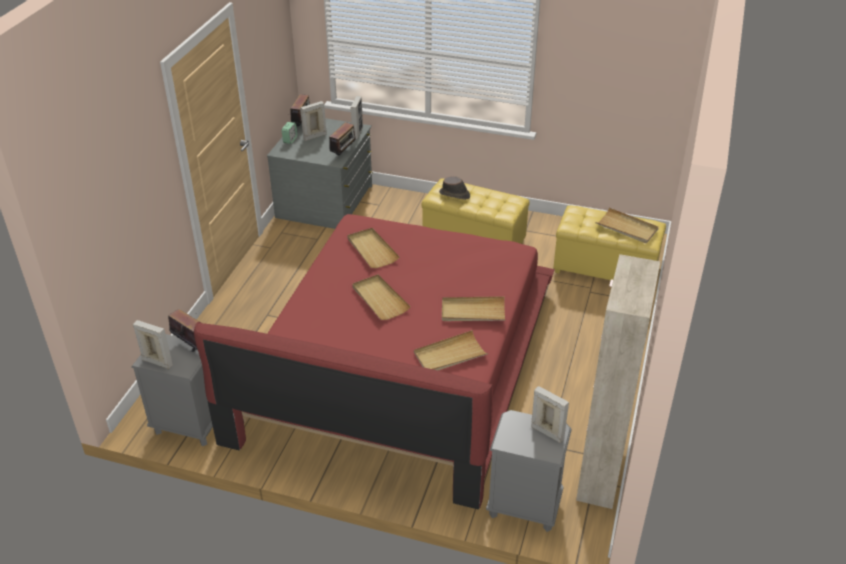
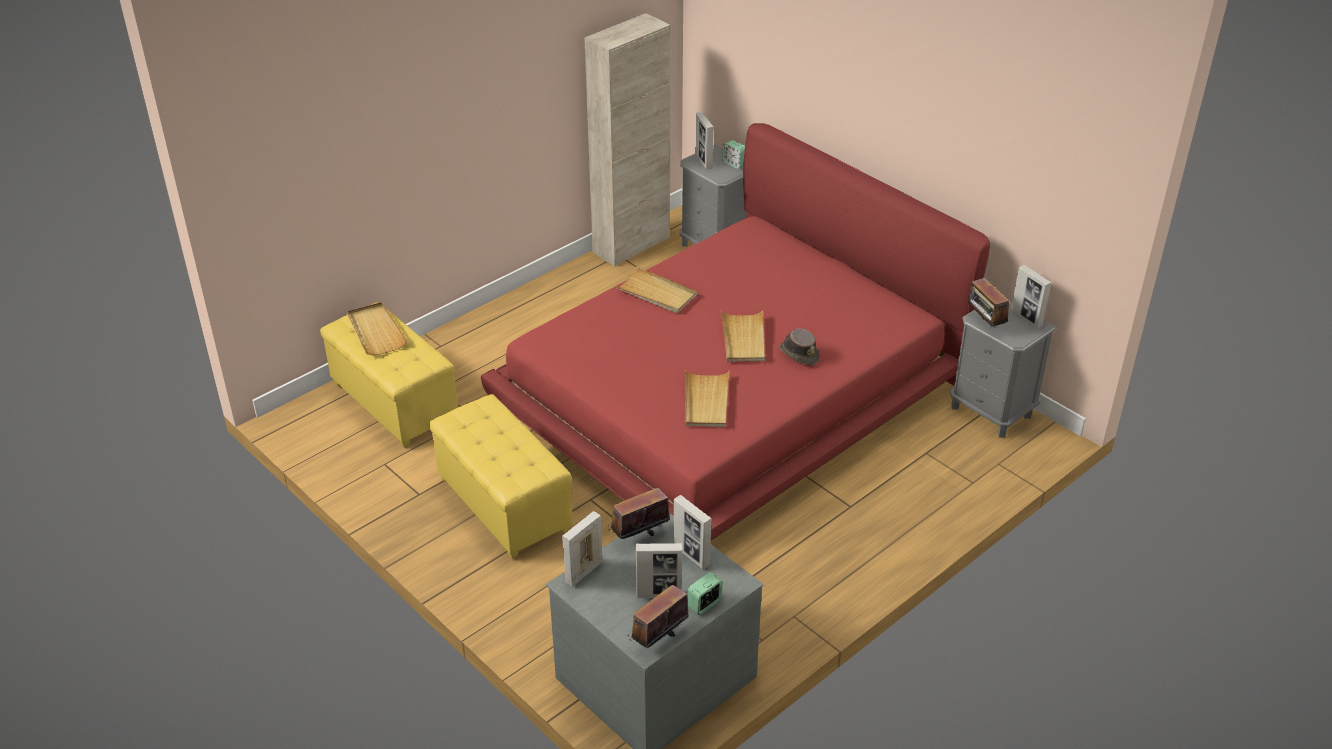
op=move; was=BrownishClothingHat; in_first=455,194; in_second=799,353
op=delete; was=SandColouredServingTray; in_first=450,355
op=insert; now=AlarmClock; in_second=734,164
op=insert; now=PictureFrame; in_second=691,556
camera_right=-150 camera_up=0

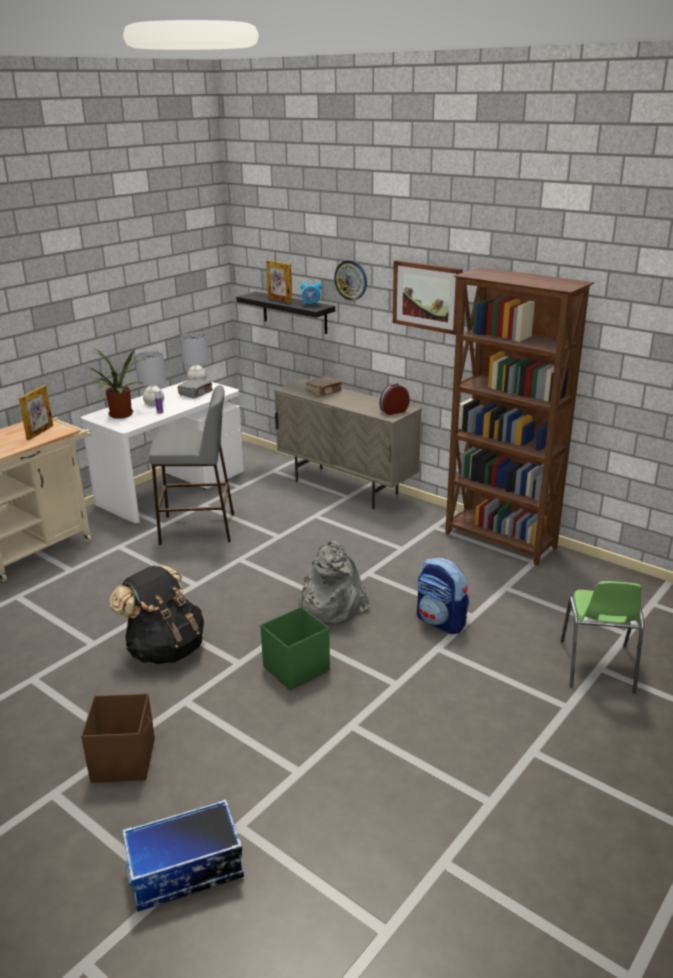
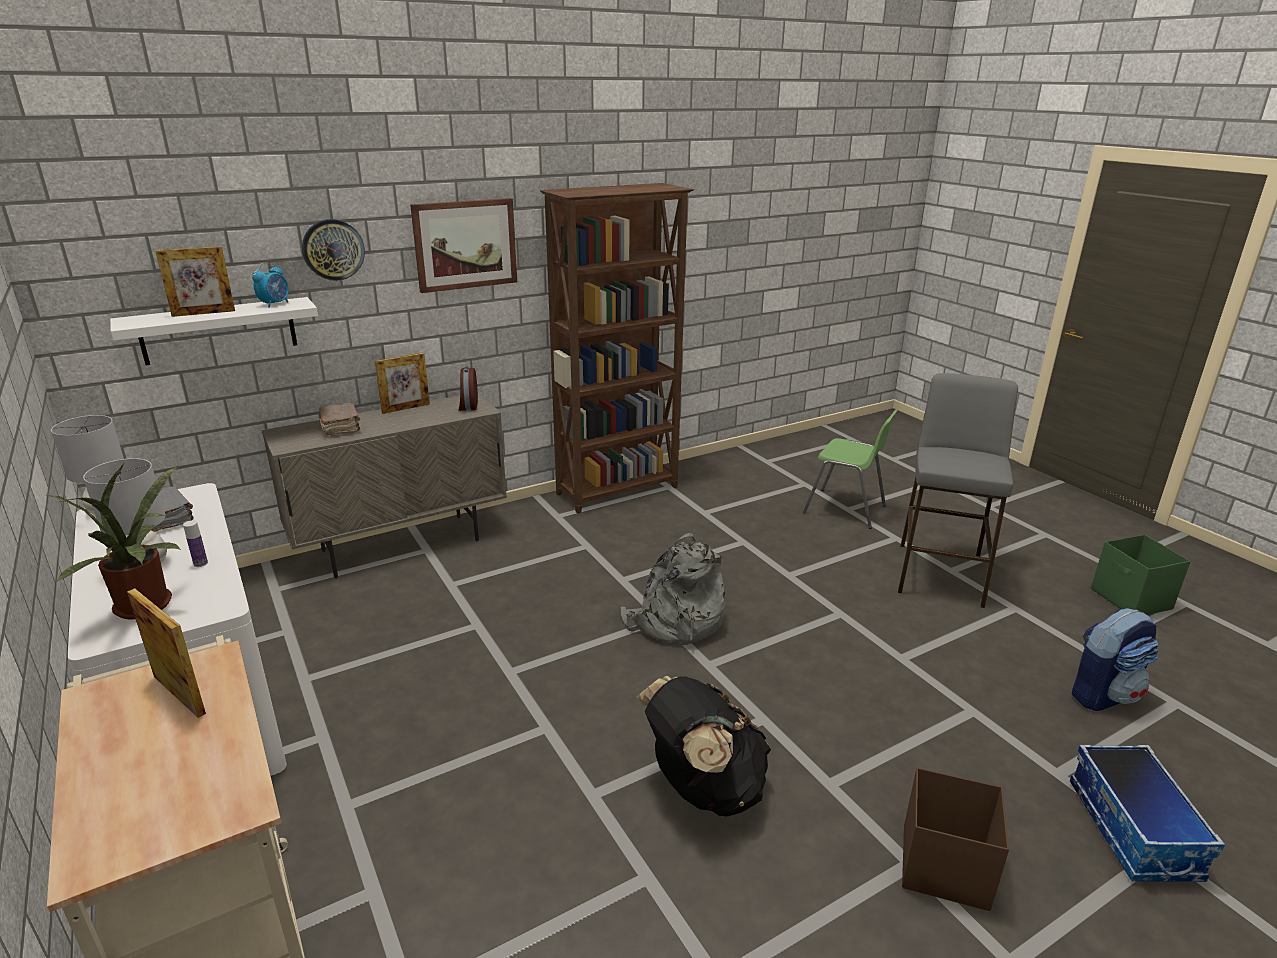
op=recolor; was=BlackishBracketShelf; now=WhiteColouredBracketShelf; in_first=294,312; in_second=219,331
op=move; was=GreyishStool; in_first=198,529; in_second=940,574
op=move; was=Rucksack; in_first=441,622; in_second=1103,694
op=move; was=GreenishStorageContainer; in_first=295,669; in_second=1131,599
op=insert; now=PictureFrame; in_second=406,408
camera_right=-70 camera_up=0

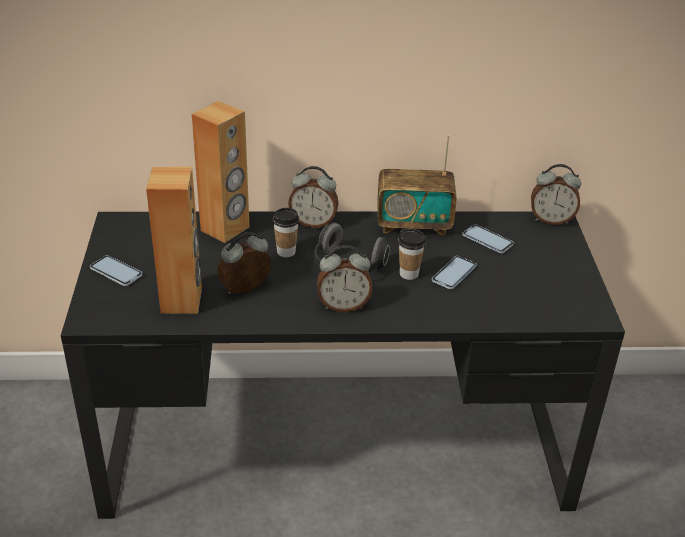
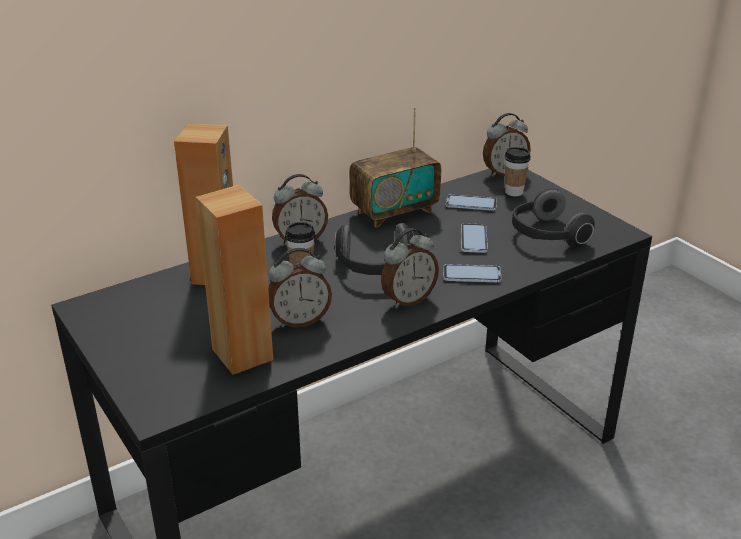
op=move; was=Cup; in_first=409,274; in_second=514,192
op=rotate; was=AlarmClock; in_first=246,290; in_second=300,320; clockwise=-135
op=move; was=Telephone; in_first=116,272; in_second=472,275
op=insert; now=Headphones; in_second=546,235
camera_right=-30 camera_up=-5

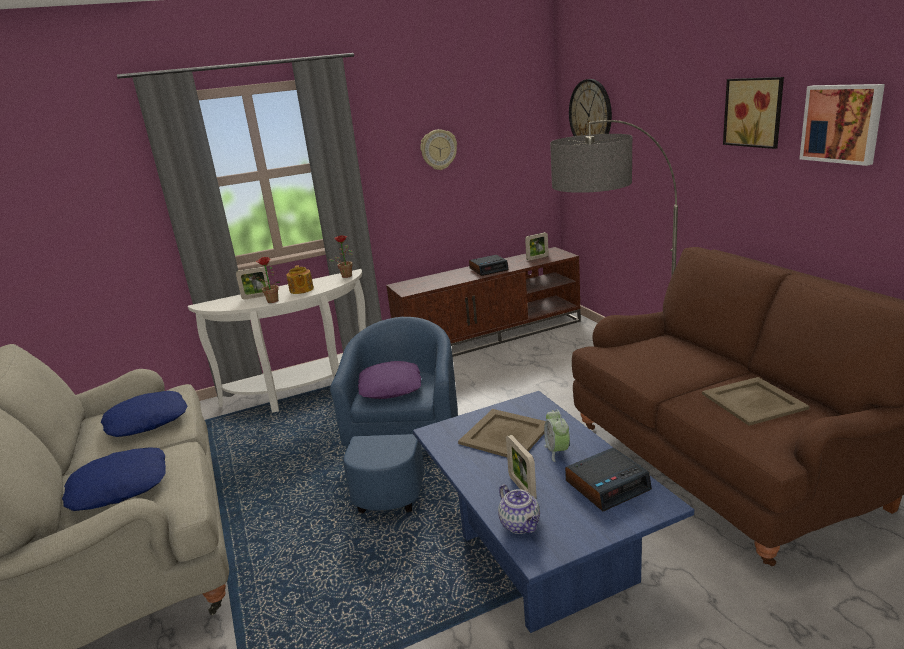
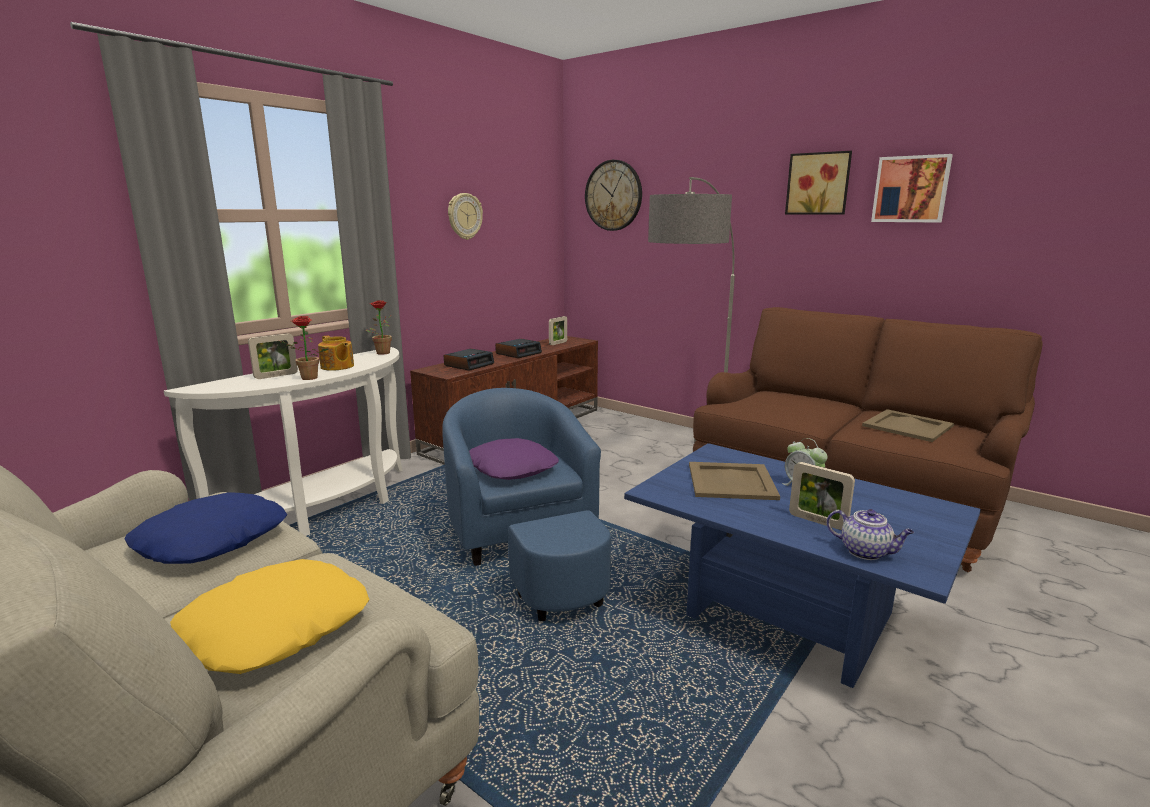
op=recolor; was=BlueColouredPillow; now=YellowColouredPillow; in_first=120,486; in_second=275,626
op=move; was=AlarmClock; in_first=607,485; in_second=469,364
camera_right=-30 camera_up=-5

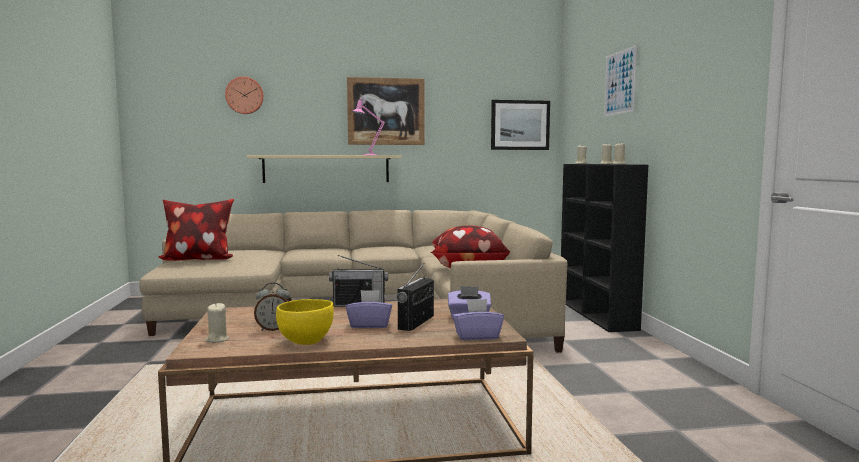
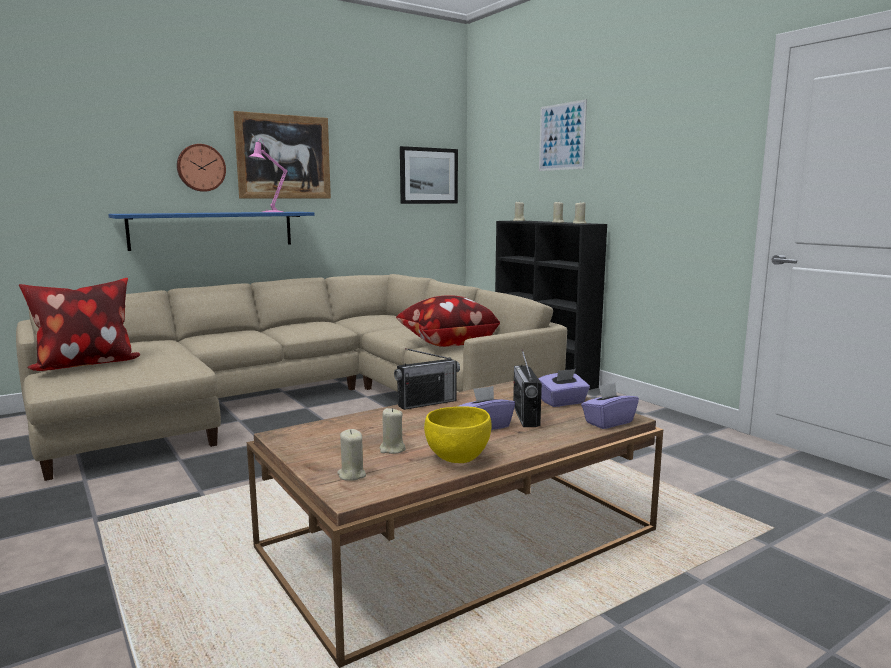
op=move; was=HangingClock; in_first=245,95; in_second=201,168
op=recolor; was=SandColouredBracketShelf; now=BlueColouredBracketShelf; in_first=326,169; in_second=213,230
op=replace; was=AlarmClock; now=SandColouredWaxCandle; in_first=274,329; in_second=392,449
camera_right=-25 camera_up=5

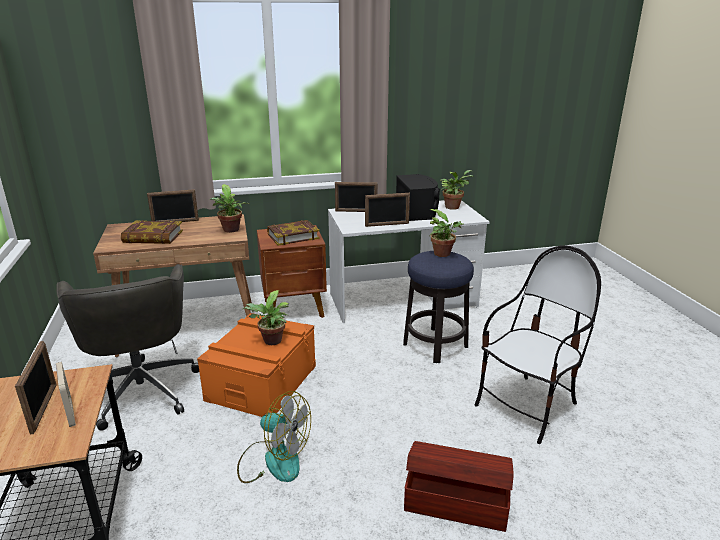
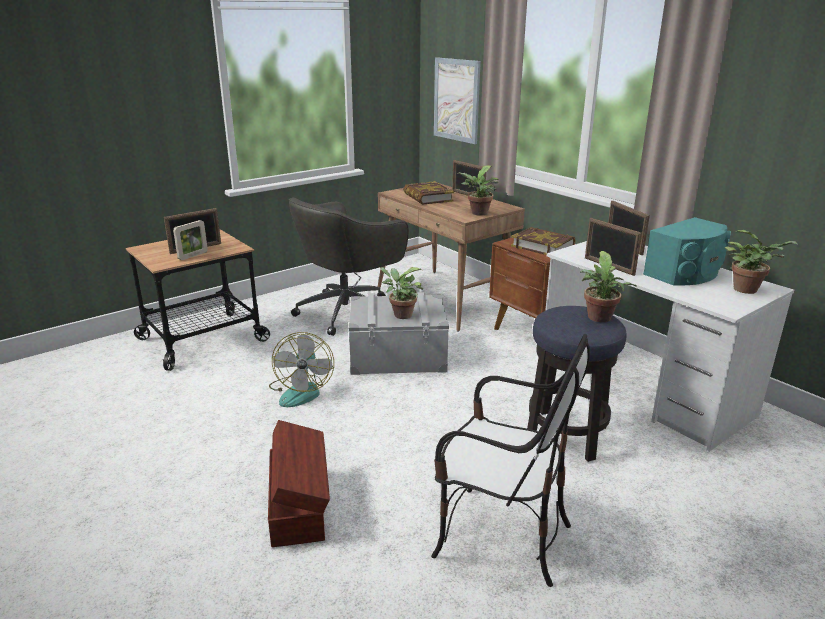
op=recolor; was=BlackishAudioSpeaker; now=TurquoiseAudioSpeaker; in_first=417,211; in_second=686,273
op=recolor; was=OrangeColouredStorageContainer; now=GreyishStorageContainer; in_first=262,382; in_second=397,354
op=insert; now=WallArt; in_second=456,100
camera_right=65 camera_up=0

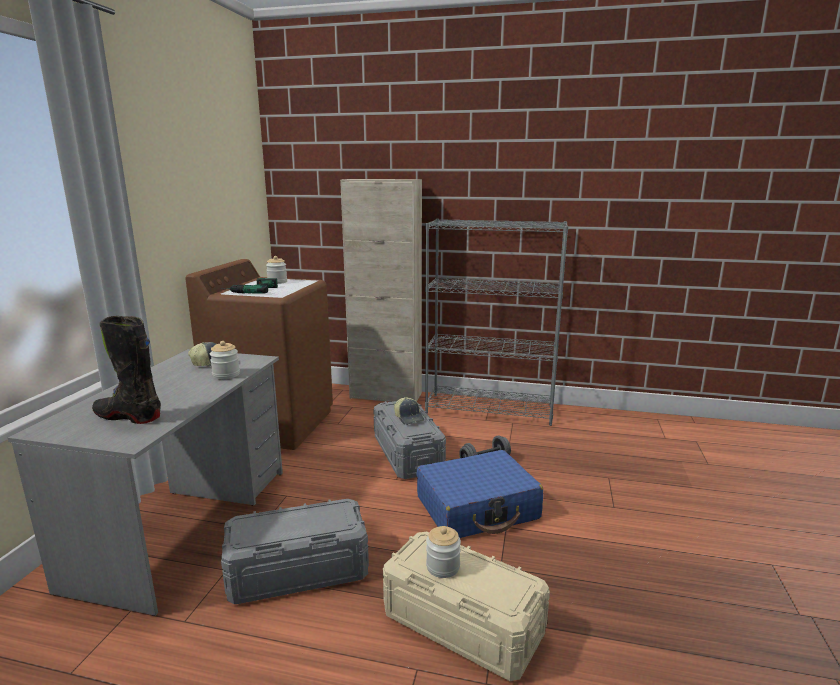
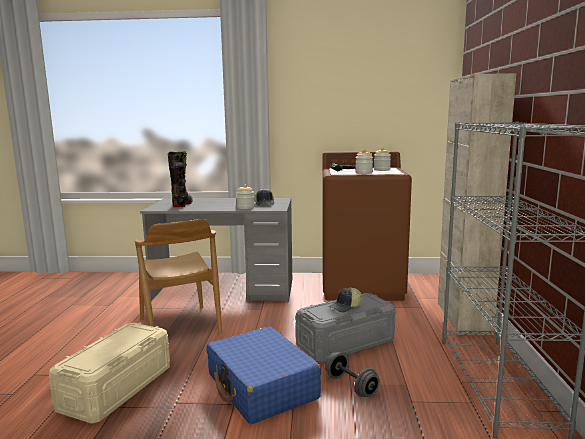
op=replace; was=GreyishStorageContainer; now=BrownishChair; in_first=298,571; in_second=179,327
op=move; was=PreserveJar; in_first=443,566; in_second=364,173
camera_right=80 camera_up=-5

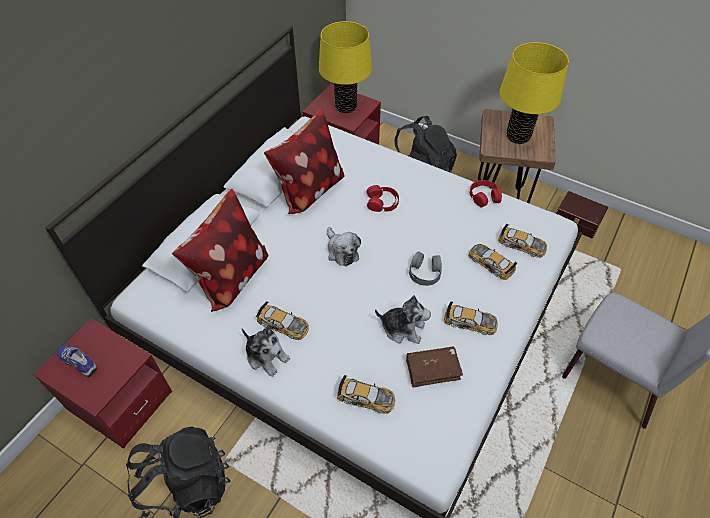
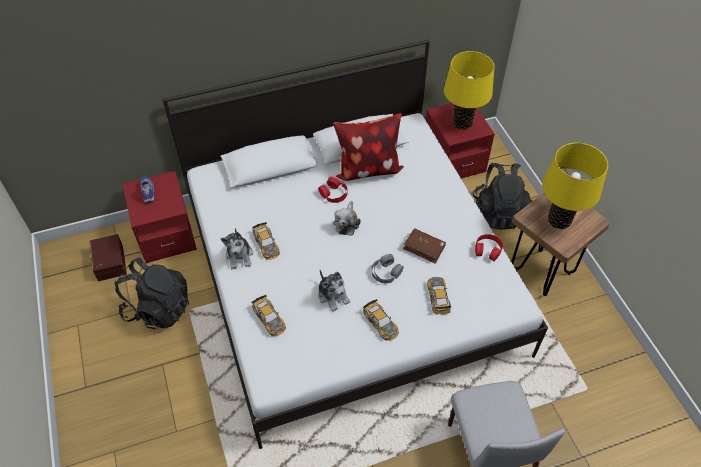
op=move; was=RedColouredHeadphones; in_first=382,202; in_second=334,193
op=delete; was=Pillow; in_first=230,277
op=move; was=BrownishStorageContainer; in_first=577,221; in_second=109,263
op=delete; was=MiniatureCar; in_first=522,244
op=move; was=BrownishBoundBook; in_first=432,369; in_second=424,248
camera_right=40 camera_up=0

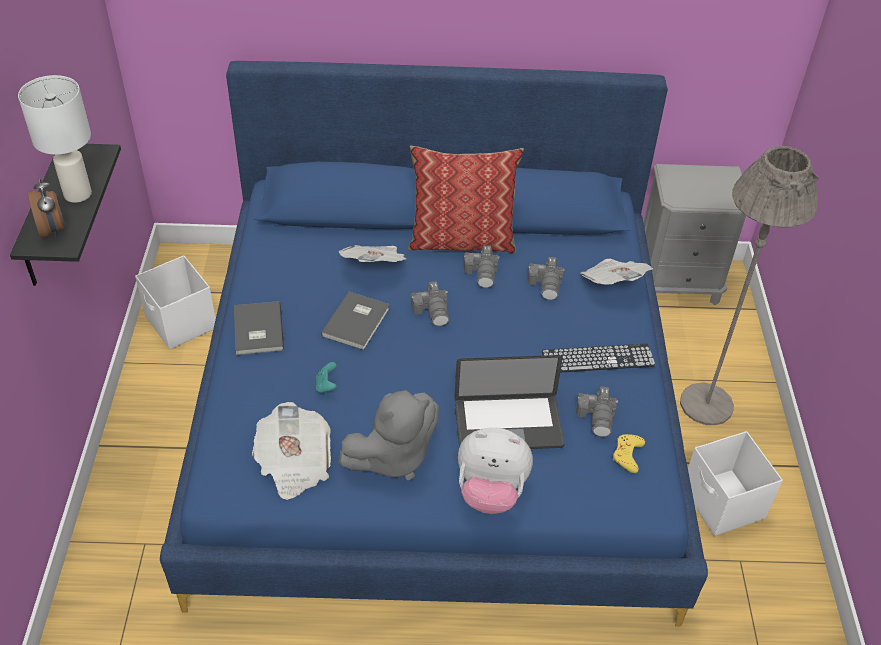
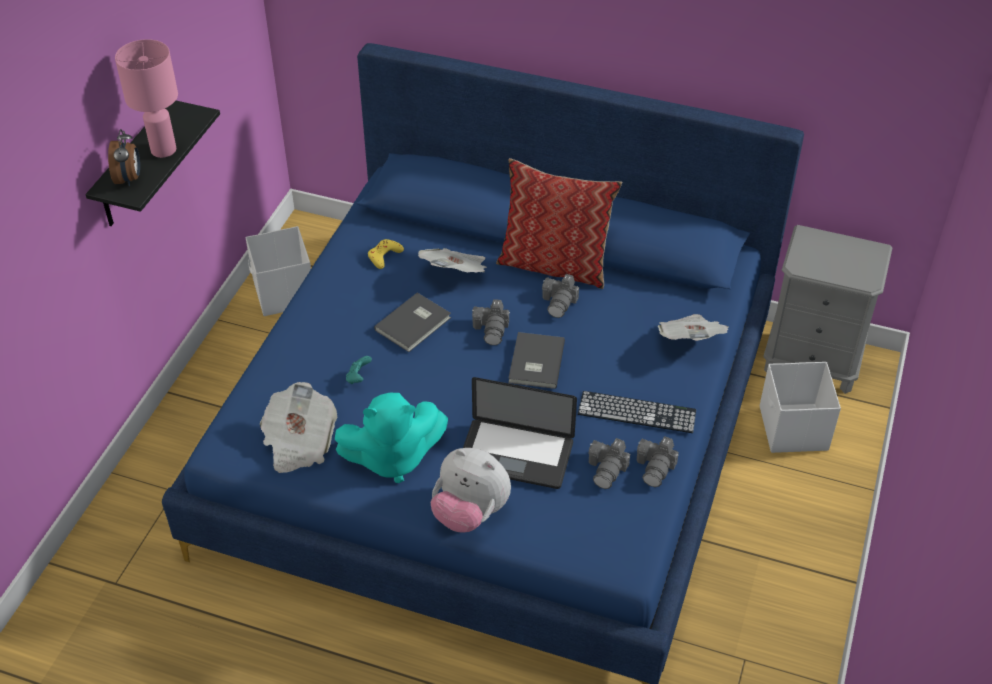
op=recolor; was=WhiteColouredLampForATable; now=PinkishLampForATable; in_first=77,194; in_second=163,150
op=delete; was=GreyishFloorLamp; in_first=706,404
op=move; was=StillCamera; in_first=546,285; in_second=656,467
op=move; was=GreyishBoundBook; in_first=256,331; in_second=534,363
op=recolor; was=GreyishSoftToy; now=TurquoiseSoftToy; in_first=392,456; in_second=392,458
op=move; was=WhiteColouredStorageContainer; in_first=722,504; in_second=793,429
op=move; was=YellowColouredGameController; in_first=627,455; in_second=384,256
camera_right=20 camera_up=0

